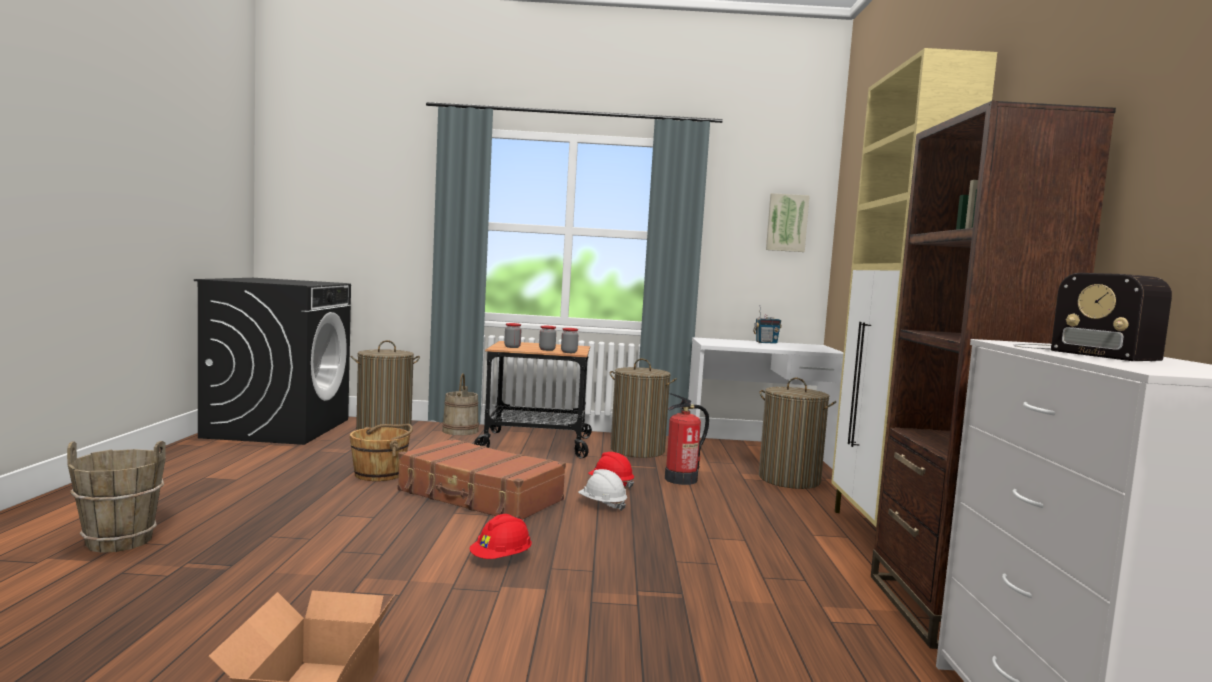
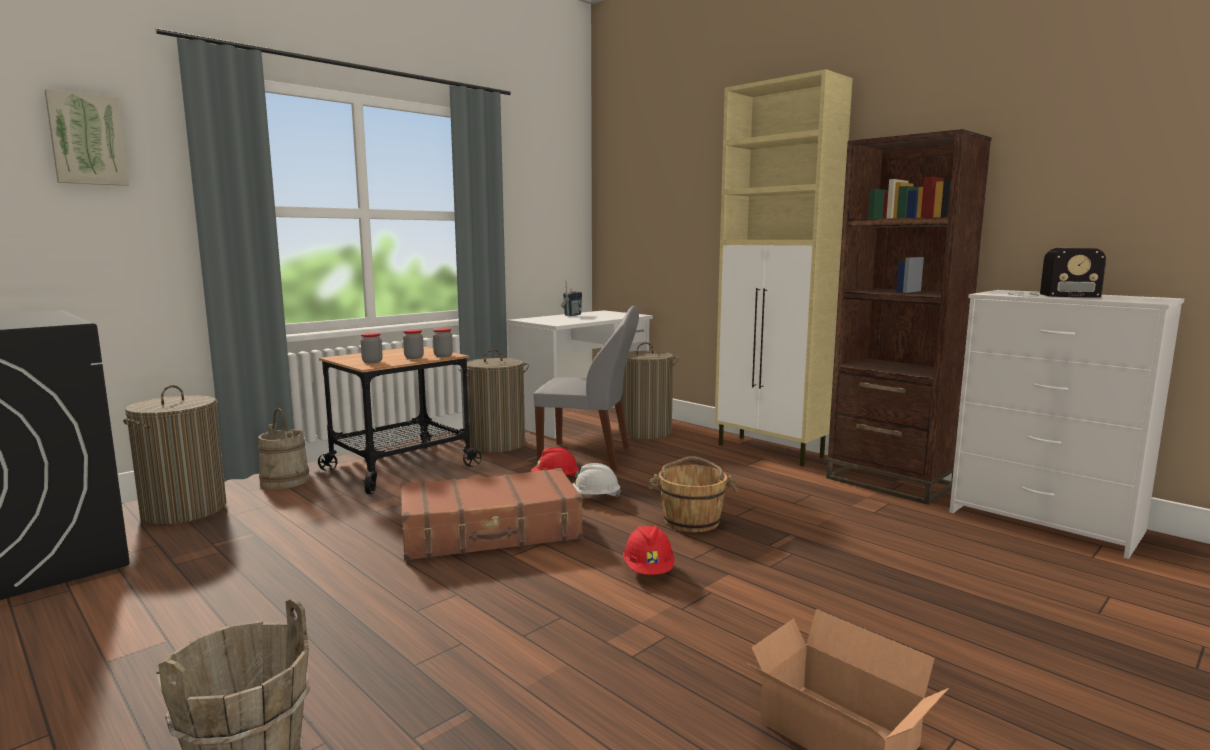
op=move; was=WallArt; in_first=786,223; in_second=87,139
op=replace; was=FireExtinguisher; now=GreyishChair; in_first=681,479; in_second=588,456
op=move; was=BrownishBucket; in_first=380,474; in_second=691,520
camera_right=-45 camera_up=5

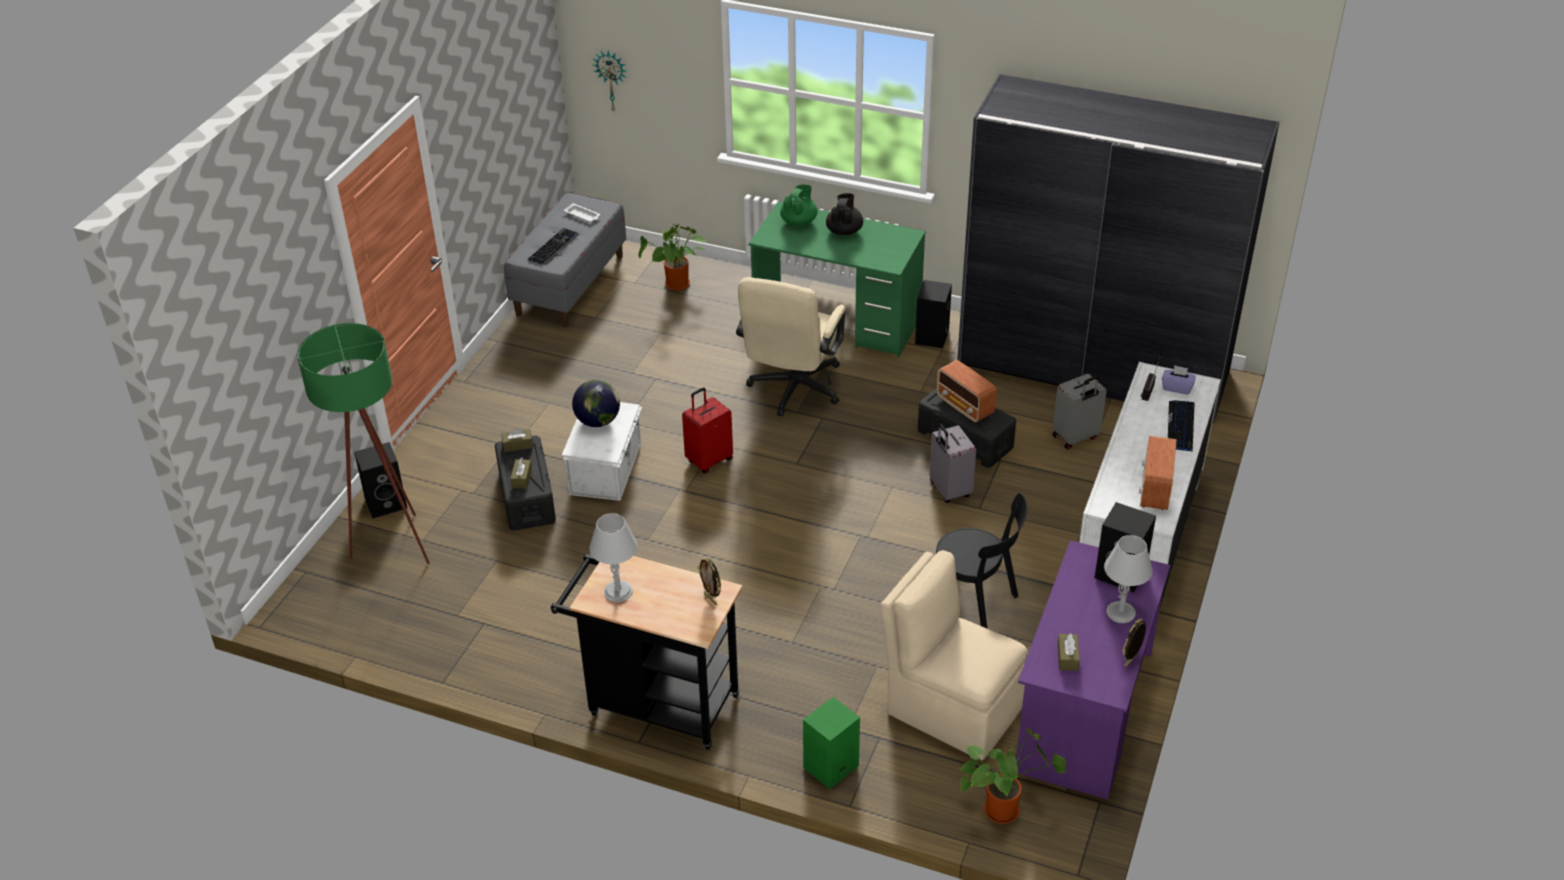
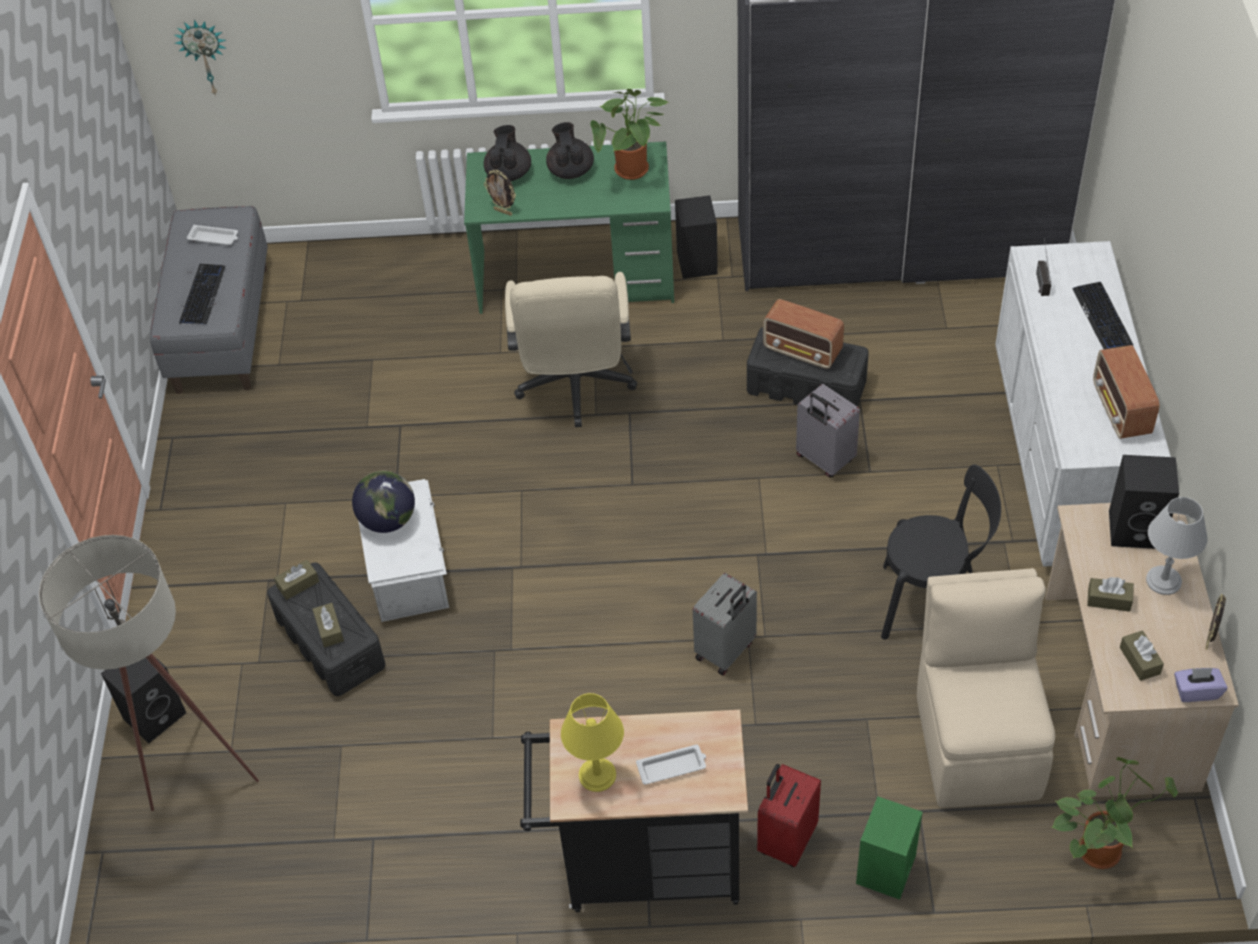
op=recolor; was=GreenishTeapot; now=BlackishTeapot; in_first=799,221; in_second=508,173
op=move; was=PlantInAPot; in_first=677,286; in_second=633,172
op=recolor; was=GreenishFloorLamp; now=SandColouredFloorLamp; in_first=388,547; in_second=192,777
op=move; was=PurpleColouredTissueBox; in_first=1177,387; in_second=1196,691
op=move; was=GreyishSuitcase; in_first=1075,437; in_second=726,651
op=move; was=RedColouredSuitcase; in_first=709,460; in_second=786,840
op=recolor; was=GreyishLampForATable; now=YellowColouredLampForATable; in_first=618,592; in_second=597,775
op=recolor; was=PurpleColouredDeskUnit; now=SandColouredDeskUnit; in_first=1084,712; in_second=1119,691
op=rotate; was=SandColouredChair; in_first=952,708; in_second=977,741; clockwise=75
op=move; was=PictureFrame; in_first=711,599; in_second=503,212
op=insert; now=BrownishTissueBox; in_second=1109,600
op=insert; now=WhiteColouredServingTray; in_second=672,767
camera_right=-20 camera_up=10

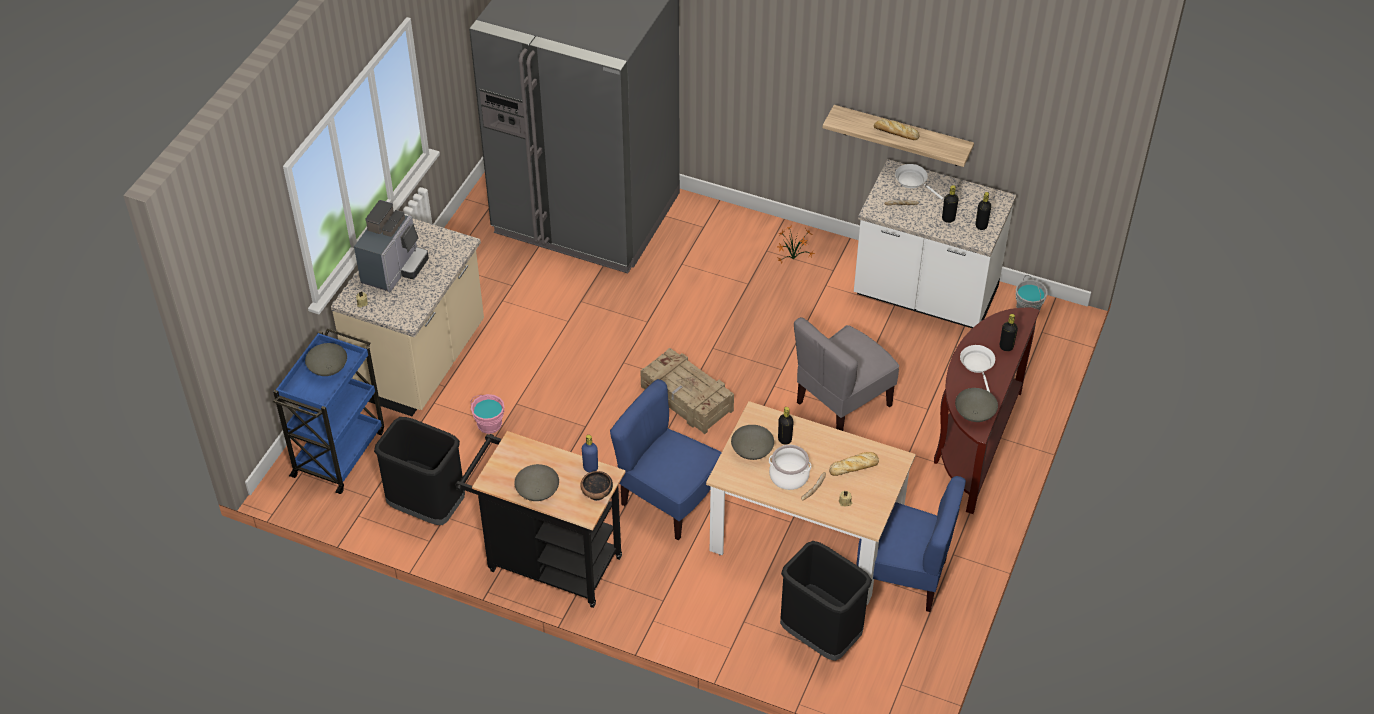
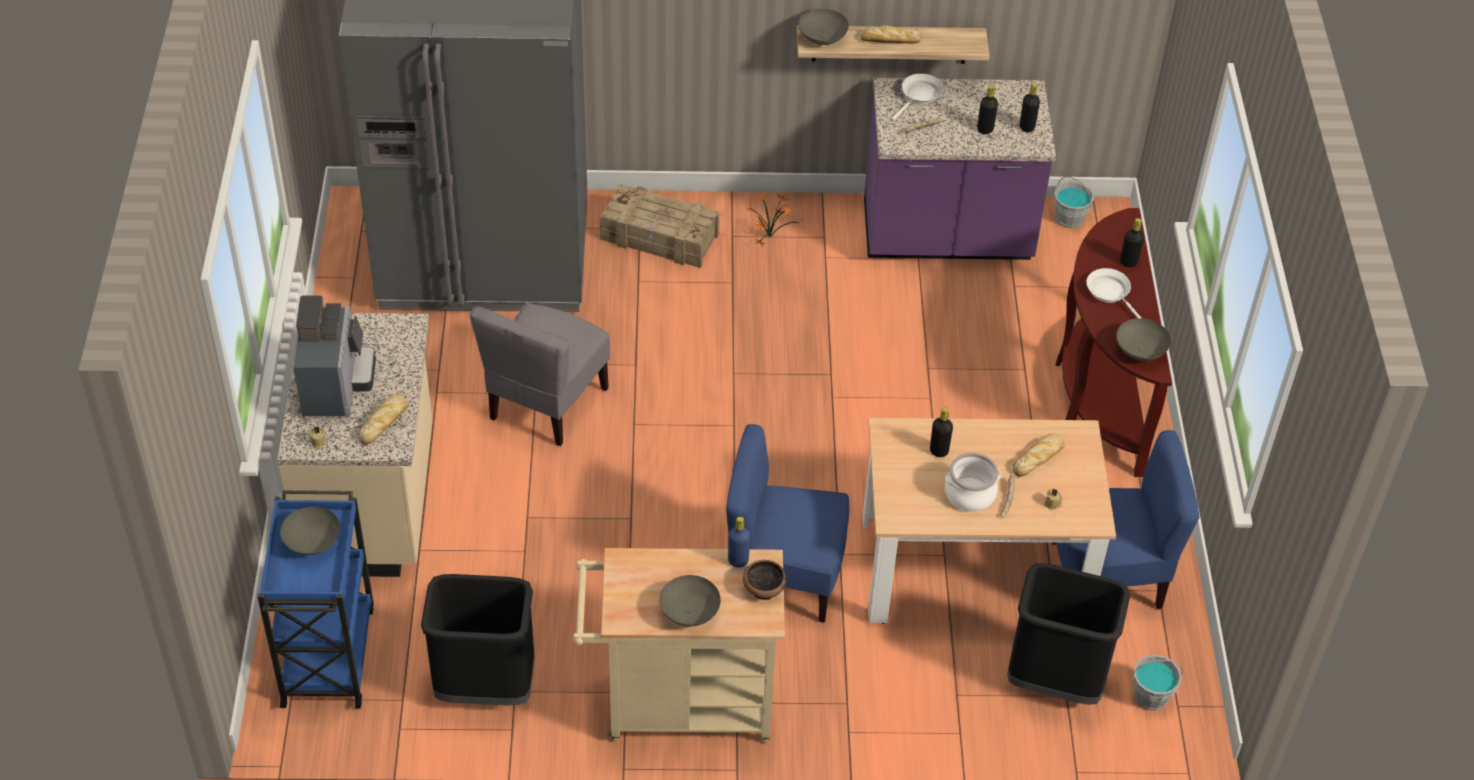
op=recolor; was=WhiteColouredKitchenBaseUnit; now=PurpleColouredKitchenBaseUnit; in_first=925,295; in_second=946,236
op=rotate; was=WhiteColouredFryingPan; in_first=913,181; in_second=919,96; clockwise=105
op=move; was=GreyishChair; in_first=842,403; in_second=546,403
op=move; was=ShippingCrate; in_first=686,399; in_second=660,238
op=delete; was=PinkishBucket; in_first=489,424
op=move; was=GreyishBowl; in_first=752,451; in_second=822,39
op=recolor; was=BlackishWheeledCart; now=SandColouredWheeledCart; in_first=547,562; in_second=678,704
op=insert; now=BakeryBread; in_second=384,421
op=insert; now=GreyishBucket; in_second=1150,696
camera_right=-25 camera_up=0

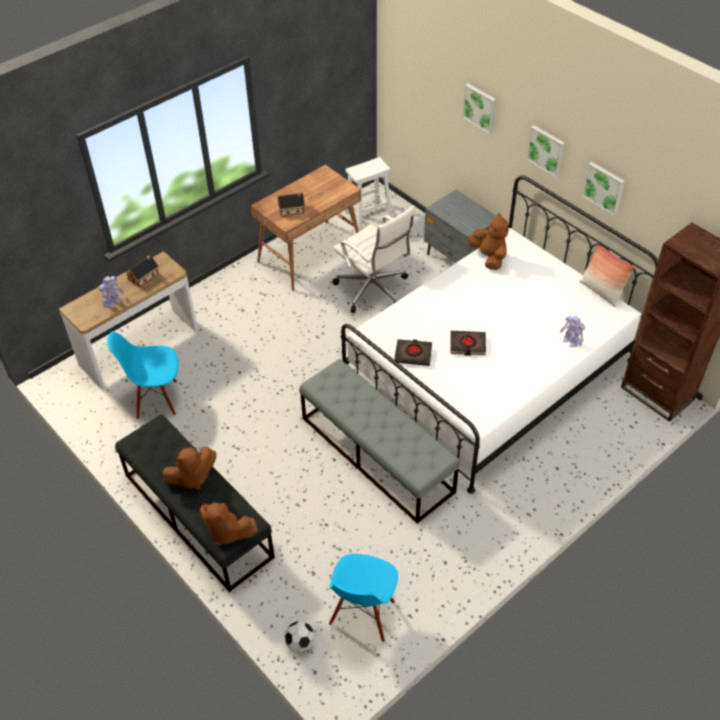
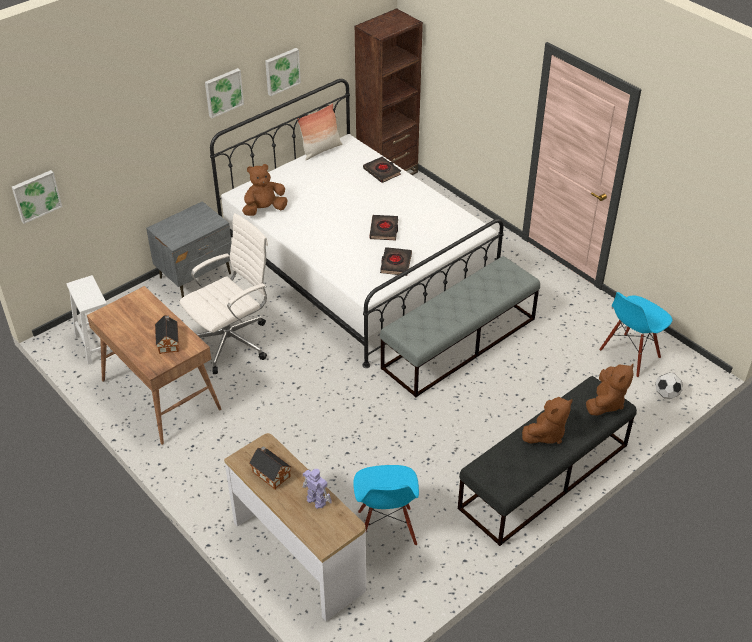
op=move; was=WallArt; in_first=480,107; in_second=36,195
op=replace; was=ModelRobot; now=BlackishBoundBook; in_first=571,342; in_second=382,172
op=rotate; was=BrownishSoftToy; in_first=192,477; in_second=546,434; clockwise=75
op=rotate; was=BlueColouredChair; in_first=363,614; in_second=630,355; clockwise=120
camera_right=-90 camera_up=-5

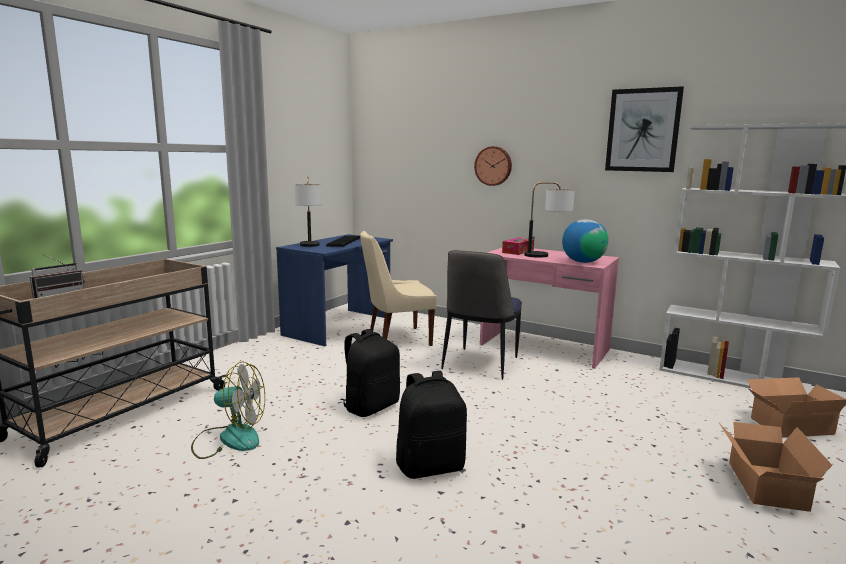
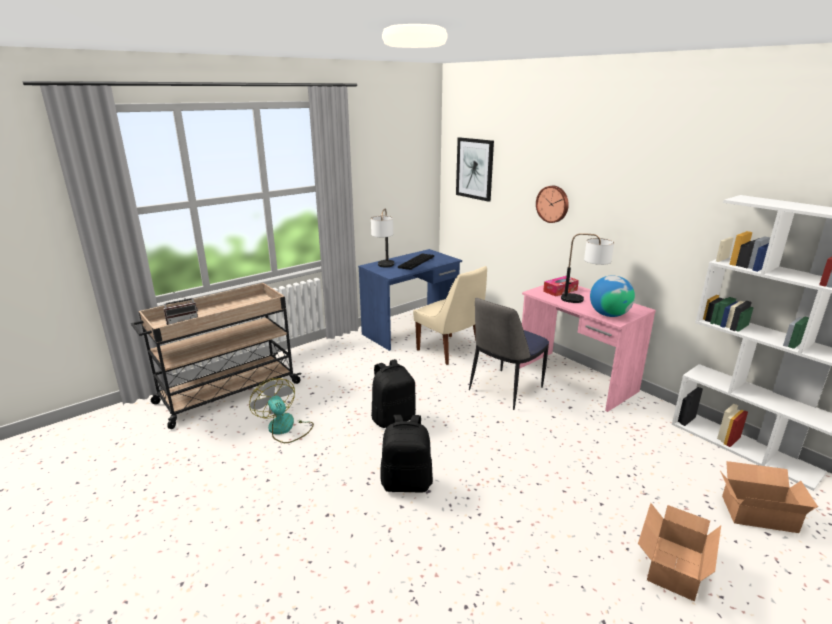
op=move; was=WallArt; in_first=643,130; in_second=474,169
op=rotate; was=SandColouredChair; in_first=396,339; in_second=450,350; clockwise=-135
op=rotate; was=CoolingFan; in_first=229,439; in_second=285,429; clockwise=-150
camera_right=20 camera_up=10

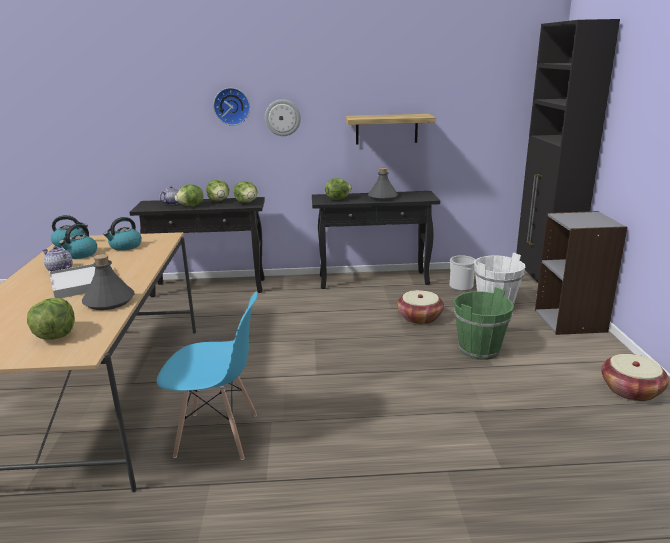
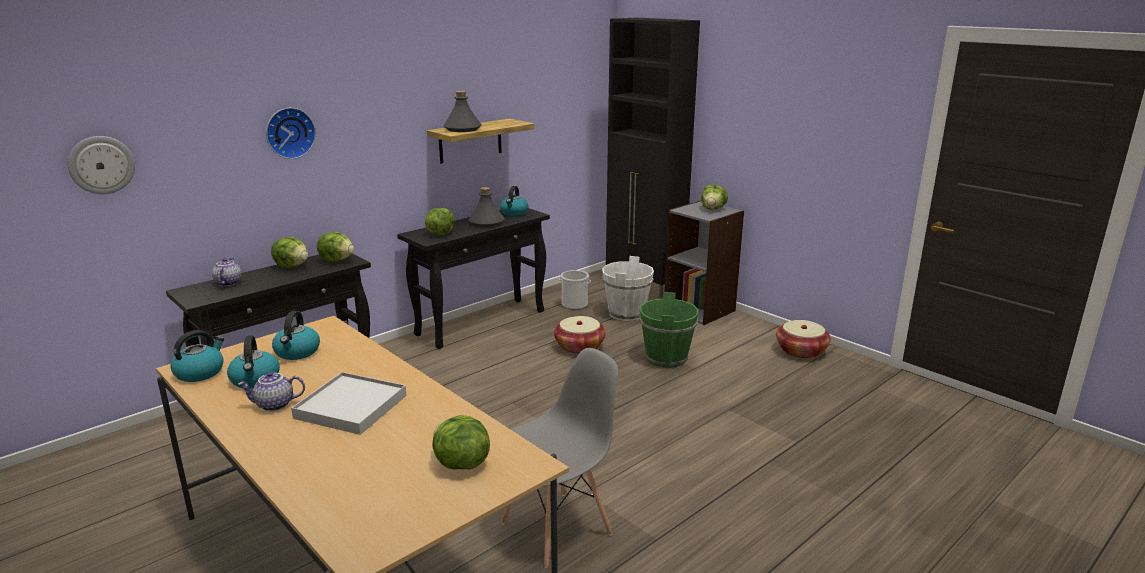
op=move; was=HangingClock; in_first=282,117; in_second=101,165
op=move; was=HeadOfLettuce; in_first=191,206; in_second=713,209
op=move; was=GreyishBeverageBottle; in_first=109,301; in_second=462,129
op=recolor; was=BlueColouredChair; now=GreyishChair; in_first=218,435; in_second=557,528
op=insert; now=WaterKettle; in_second=514,212
camera_right=-40 camera_up=0

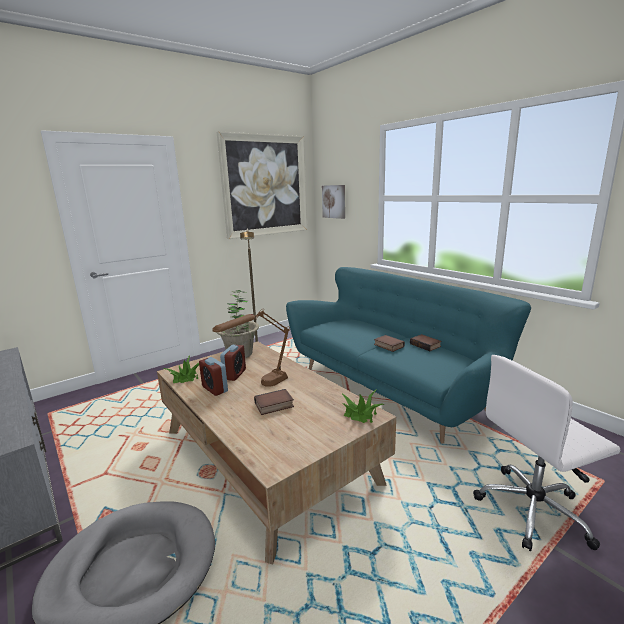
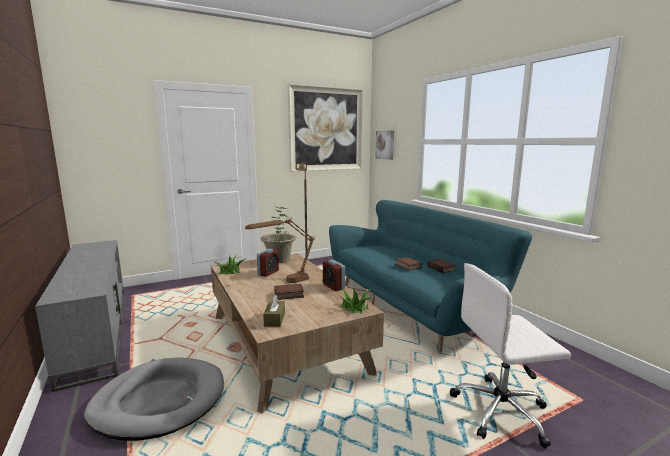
op=move; was=AlarmClock; in_first=215,389; in_second=333,286
op=insert; now=BrownishTissueBox; in_second=274,319
camera_right=10 camera_up=-5

